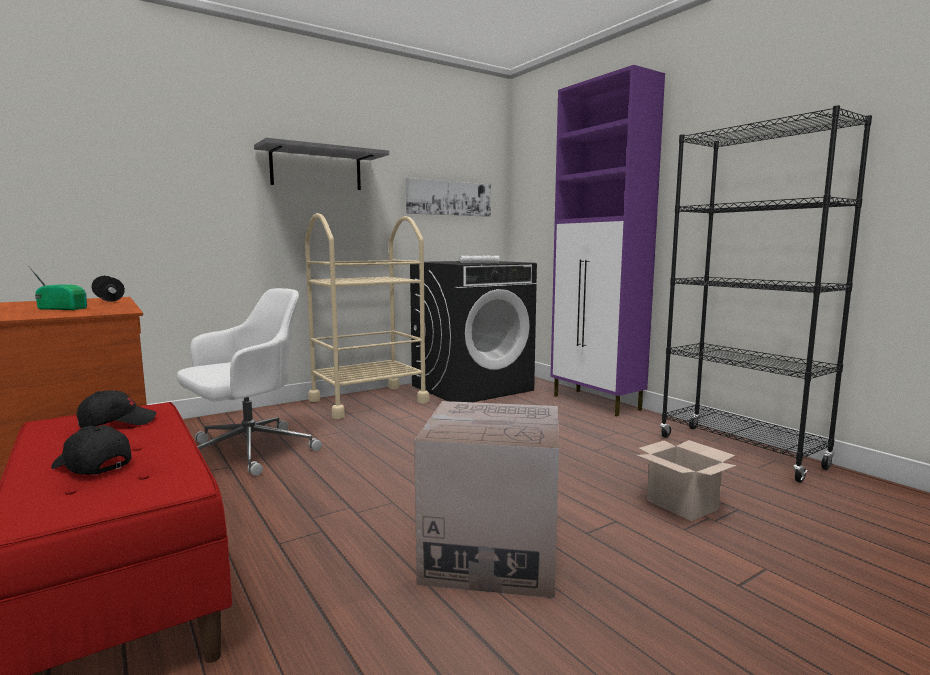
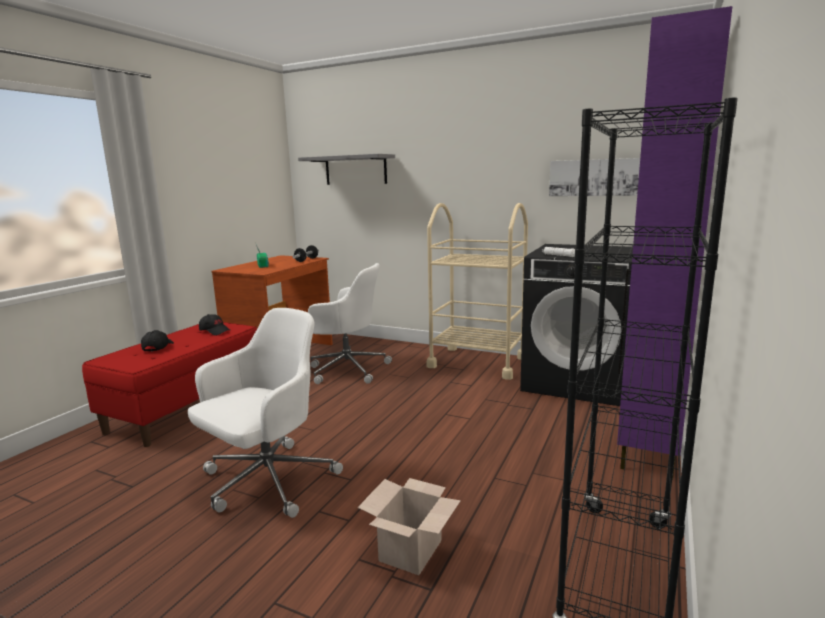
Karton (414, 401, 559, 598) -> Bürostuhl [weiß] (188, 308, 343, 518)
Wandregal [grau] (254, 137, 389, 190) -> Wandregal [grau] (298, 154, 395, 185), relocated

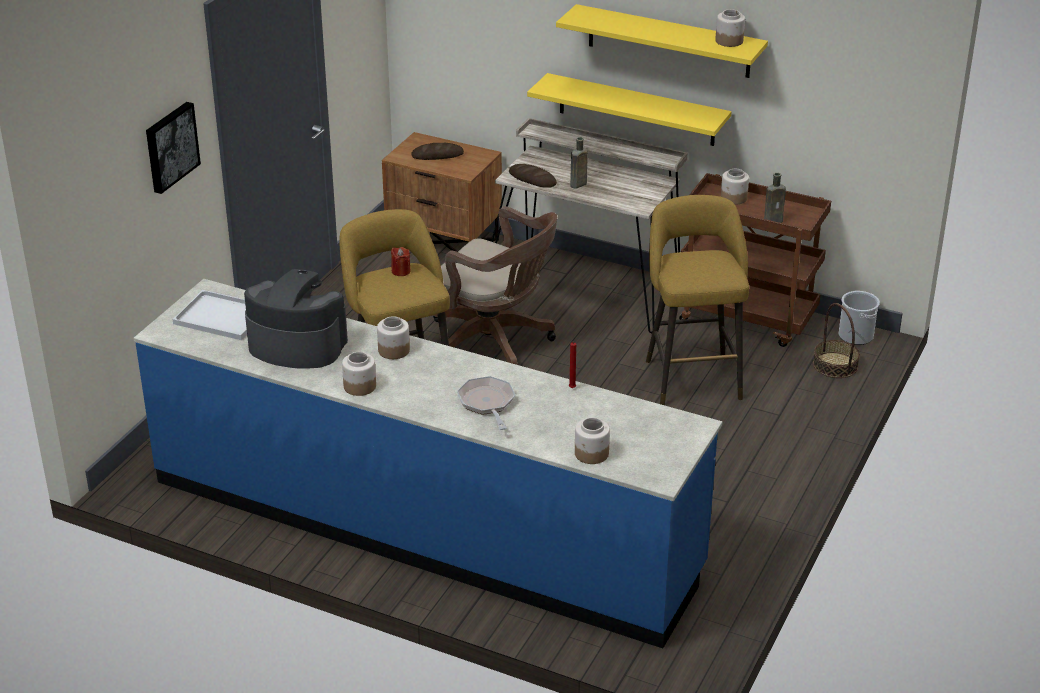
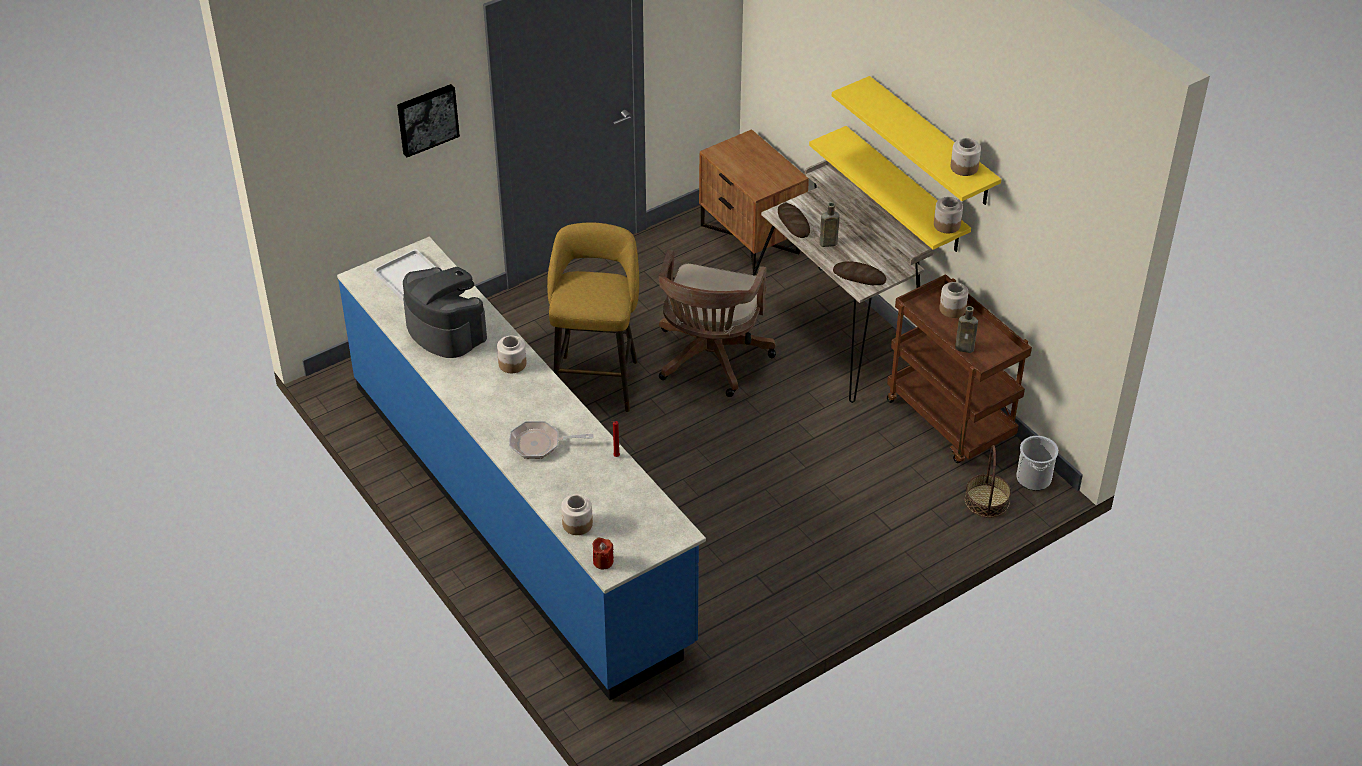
Pfanne (457, 376, 515, 430) -> Pfanne (509, 421, 593, 459), 105 degrees counterclockwise
Kerze [rot] (391, 247, 410, 276) -> Kerze [rot] (593, 537, 614, 569), relocated
Bürostuhl [braun] (432, 206, 557, 365) -> Bürostuhl [braun] (658, 249, 776, 397), 45 degrees clockwise
Brot (412, 143, 464, 160) -> Brot (833, 261, 886, 285), relocated
Vorratsglas (342, 352, 376, 396) -> Vorratsglas (934, 197, 963, 234), relocated
Hocker [gelb] (646, 195, 749, 405) -> none

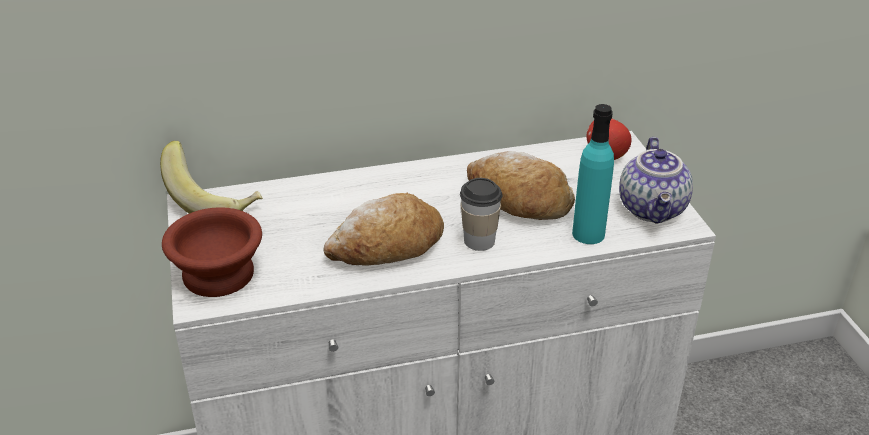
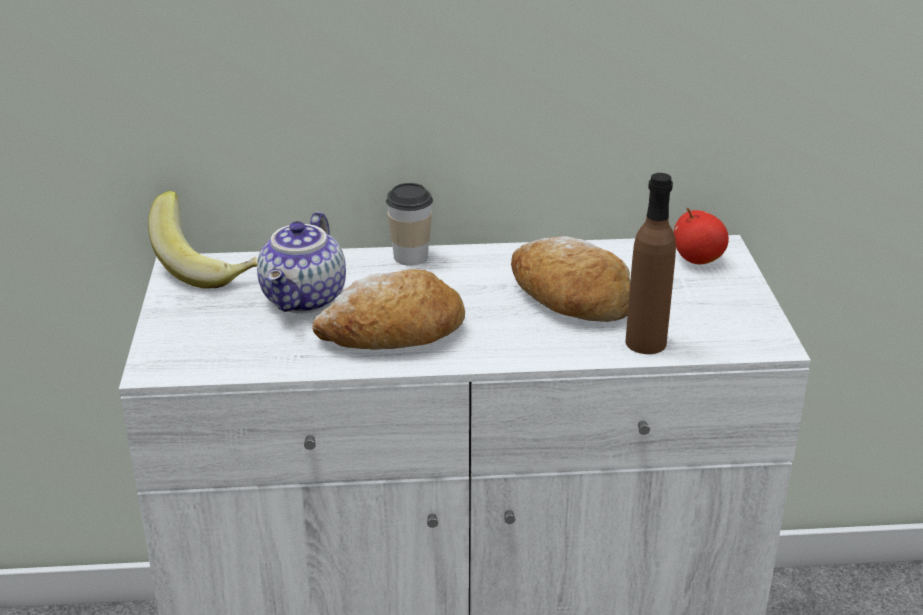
Teekanne (619, 137, 693, 224) -> Teekanne (257, 211, 346, 313), relocated
Tasse (460, 178, 502, 251) -> Tasse (386, 183, 433, 266), relocated
Flasche [türkis] (572, 104, 614, 244) -> Flasche [braun] (625, 173, 676, 354)
Schüssel [braun] (162, 207, 262, 297) -> none

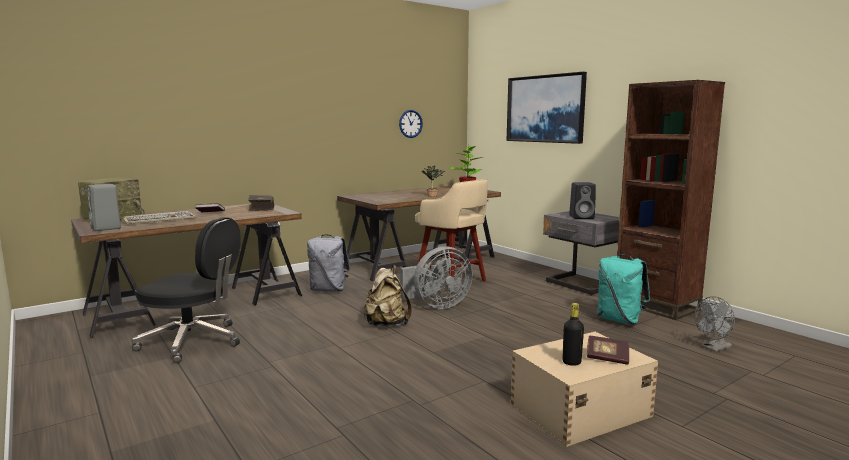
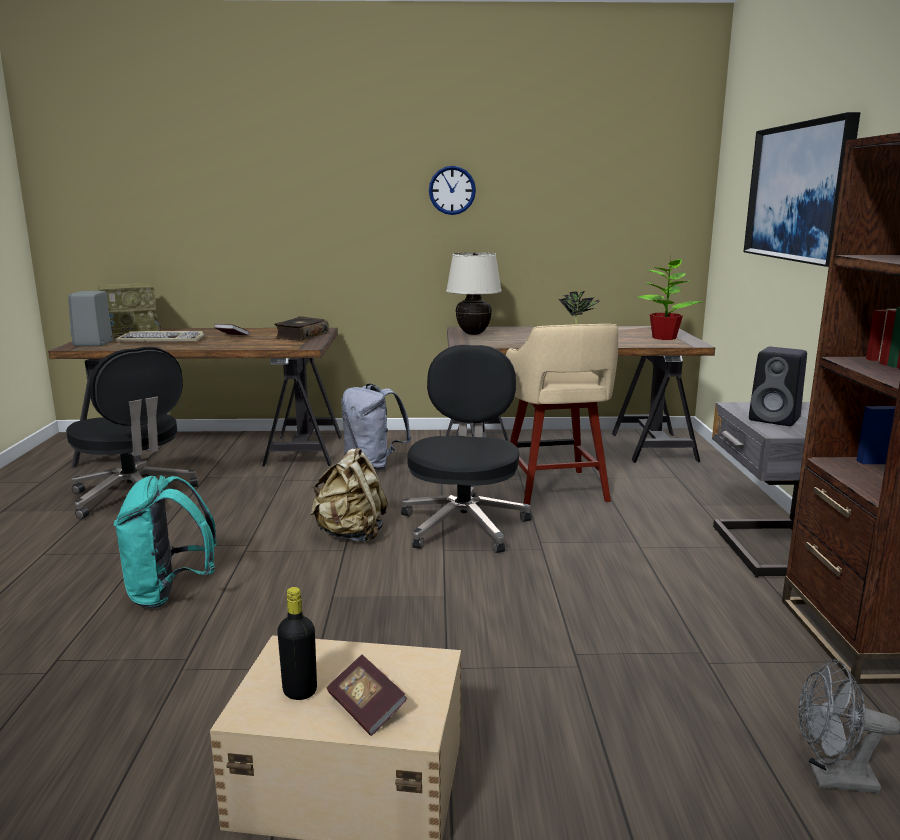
Rucksack [türkis] (597, 255, 650, 325) -> Rucksack [türkis] (114, 475, 217, 608), relocated
Ventilator [grau] (400, 246, 473, 309) -> Bürostuhl [schwarz] (401, 345, 532, 553)
Wanduhr (399, 110, 423, 138) -> Wanduhr (429, 166, 476, 215), relocated
none -> Tischlampe [beige] (446, 252, 502, 335)

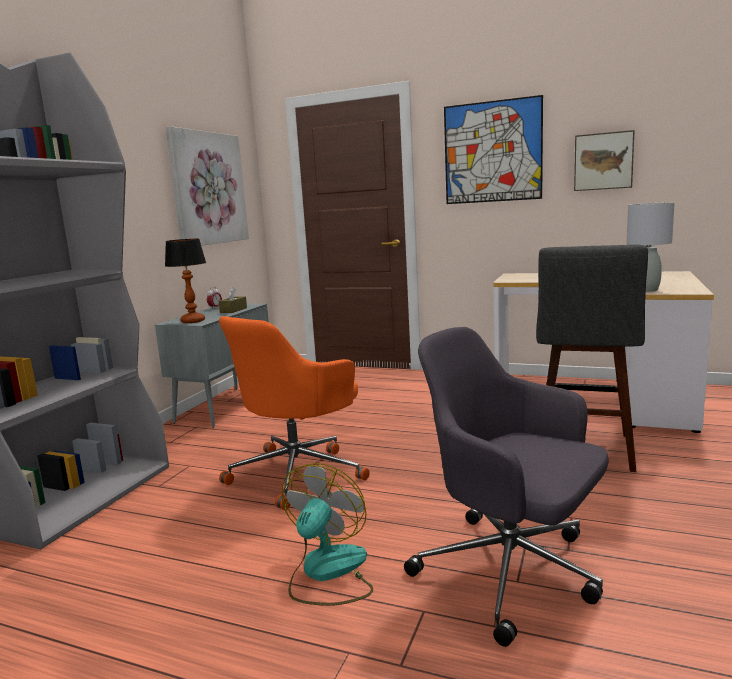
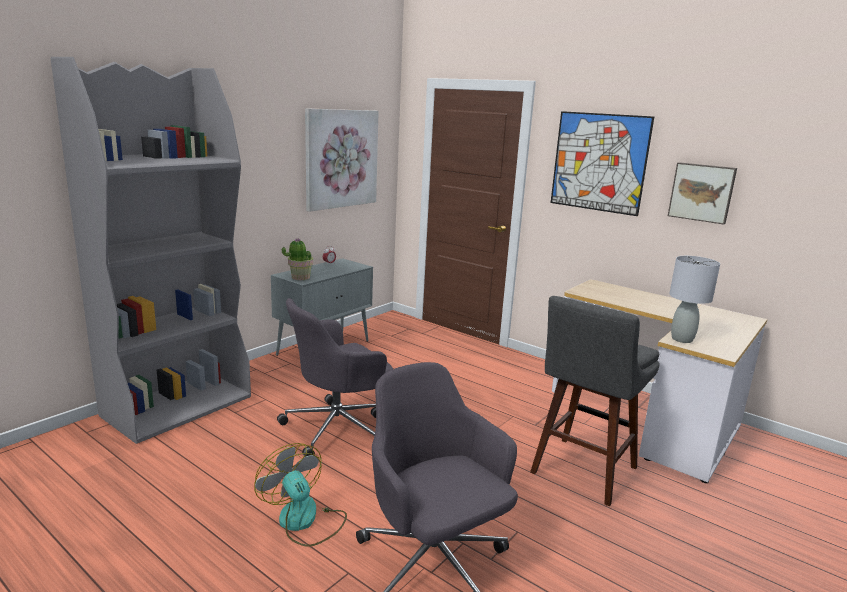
Ventilator (282, 463, 373, 606) -> Ventilator (254, 443, 347, 547), 75 degrees counterclockwise
Bürostuhl [orange] (219, 316, 370, 510) -> Bürostuhl [grau] (277, 298, 393, 457)
Tischlampe (165, 239, 206, 323) -> Topfpflanze (282, 238, 313, 280)
Taschentuchbox [braun] (219, 287, 247, 313) -> none

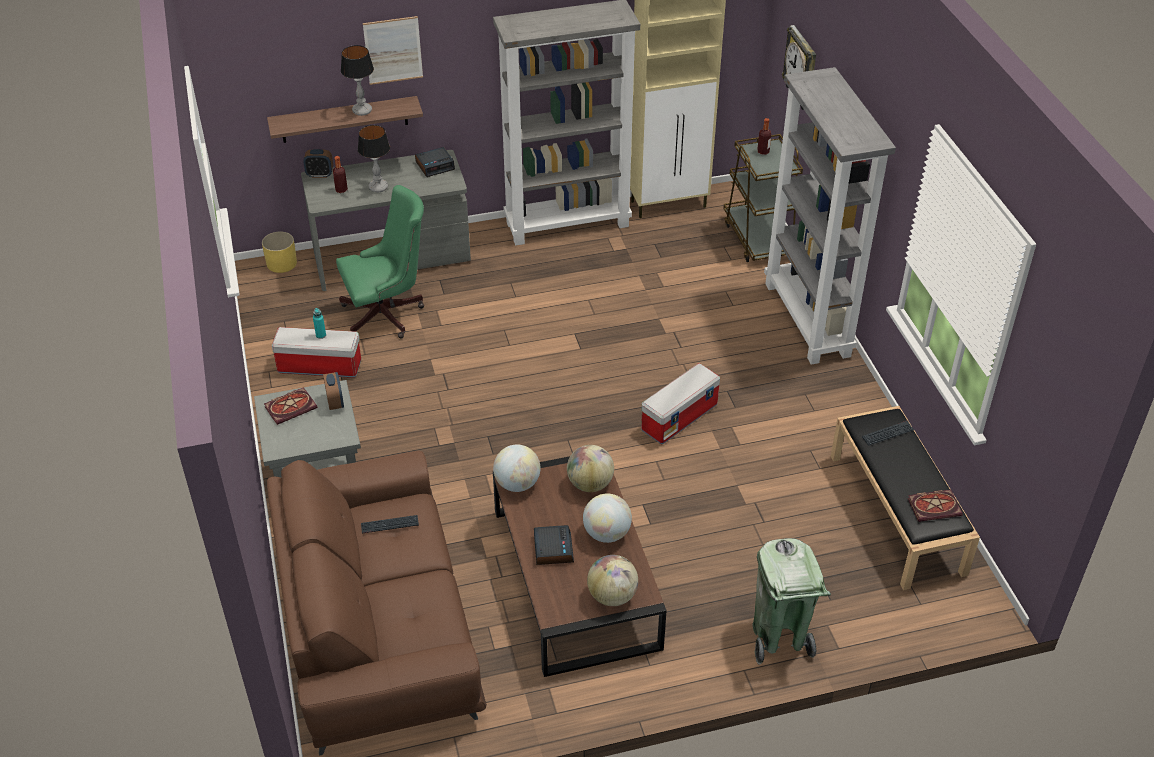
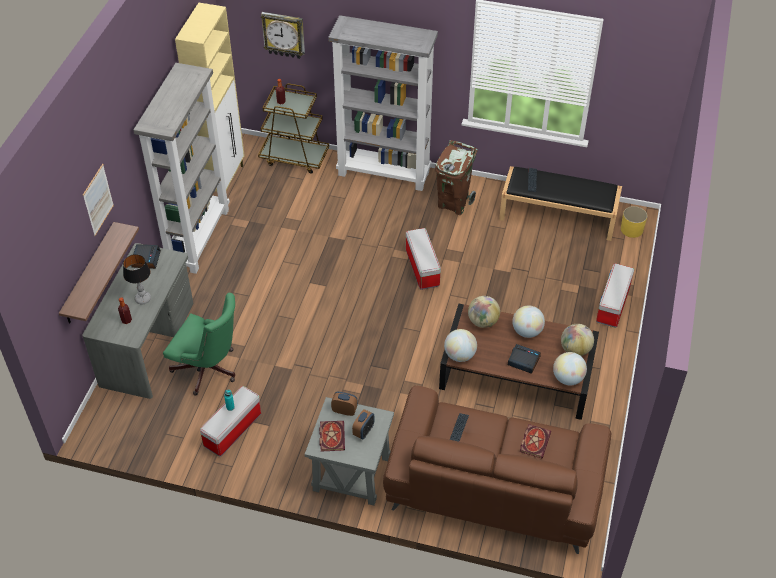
Bürostuhl [grün] (336, 185, 424, 339) -> Bürostuhl [grün] (163, 293, 235, 396), 105 degrees clockwise
Wecker (303, 149, 333, 178) -> Wecker (352, 409, 374, 439), relocated
none -> Mülleimer [braun] (435, 140, 478, 215)
Buch (908, 490, 963, 522) -> Buch (520, 424, 551, 458), relocated
none -> Globus (553, 352, 587, 385)
Mülleimer [grün] (752, 538, 831, 665) -> Aufbewahrungsbox (596, 263, 634, 328)
Pflanzkübel [gelb] (262, 231, 297, 273) -> Pflanzkübel [gelb] (621, 206, 647, 238), relocated
Tischlampe (341, 45, 374, 116) -> none

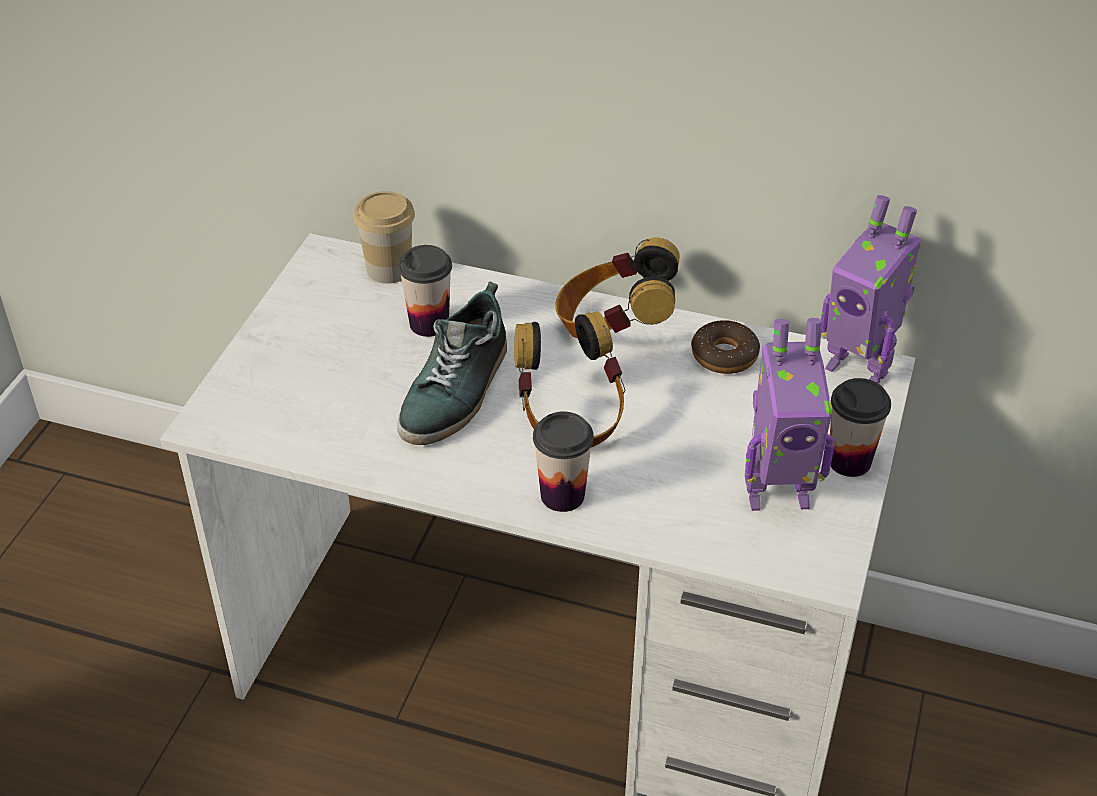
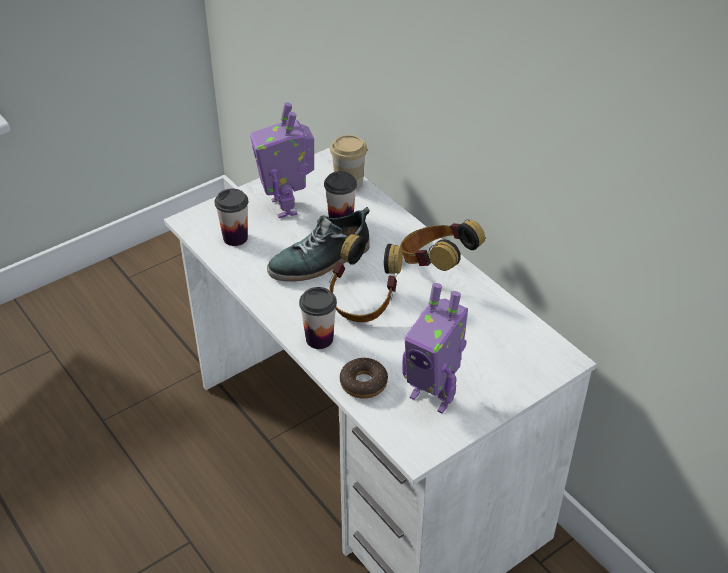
Tasse (830, 378, 891, 477) -> Tasse (215, 189, 248, 246), relocated
Spielzeugroboter (821, 195, 921, 384) -> Spielzeugroboter (250, 103, 314, 218), relocated
Donut (691, 320, 760, 374) -> Donut (340, 358, 388, 399), relocated

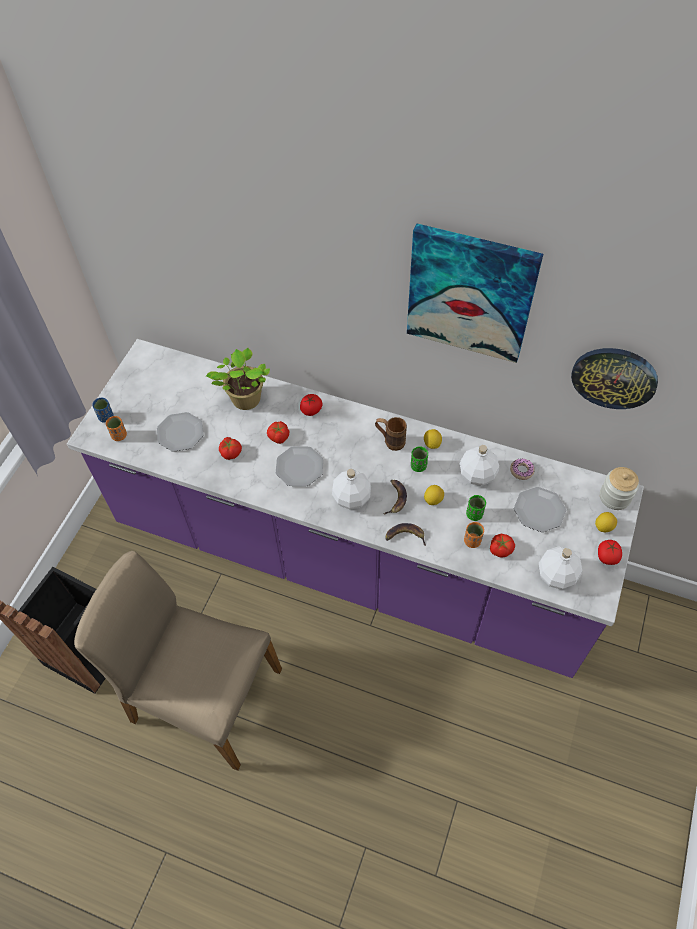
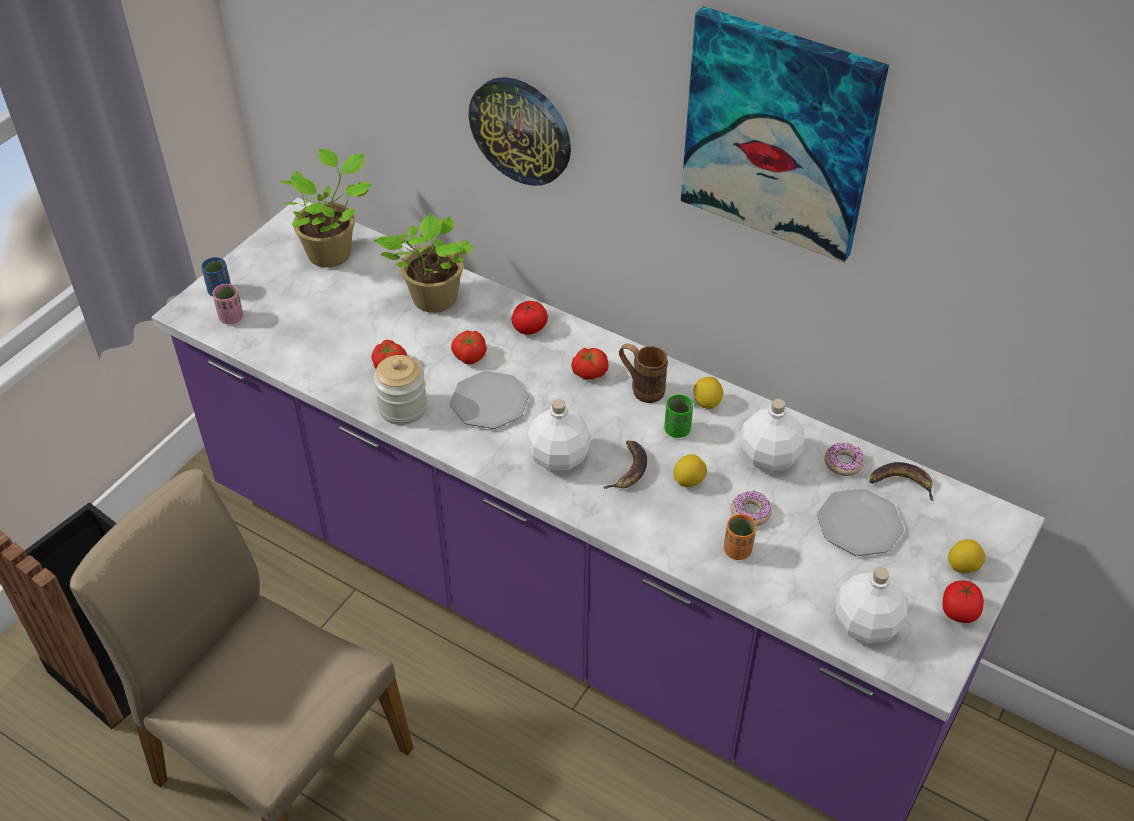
Tasse [orange] (106, 416, 127, 441) -> Tasse [rosa] (212, 284, 243, 324)
none -> Topfpflanze (280, 149, 372, 268)
Vorratsglas (600, 467, 639, 510) -> Vorratsglas (374, 355, 427, 425), relocated
Wanduhr (571, 348, 658, 409) -> Wanduhr (469, 77, 571, 186), relocated
Tomate (490, 534, 515, 557) -> Tomate (571, 348, 609, 380), relocated
Tasse [grün] (466, 495, 486, 521) -> Donut (731, 491, 772, 526)
Banane (385, 523, 426, 546) -> Banane (869, 462, 933, 501), relocated
Teller (157, 412, 204, 452) -> none

